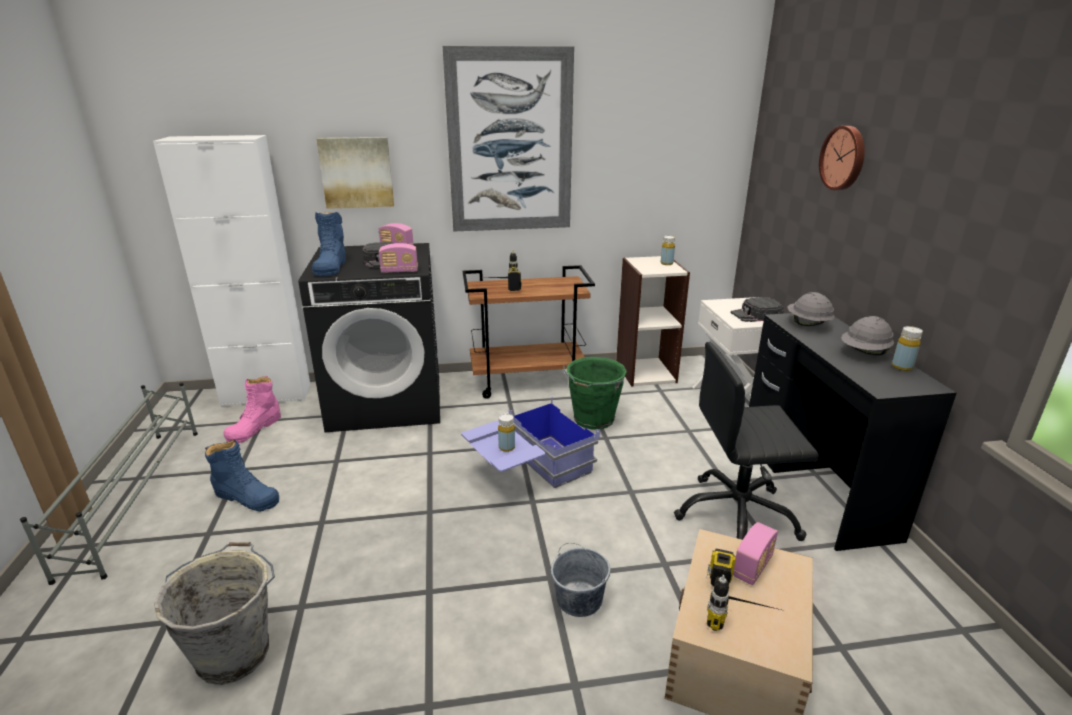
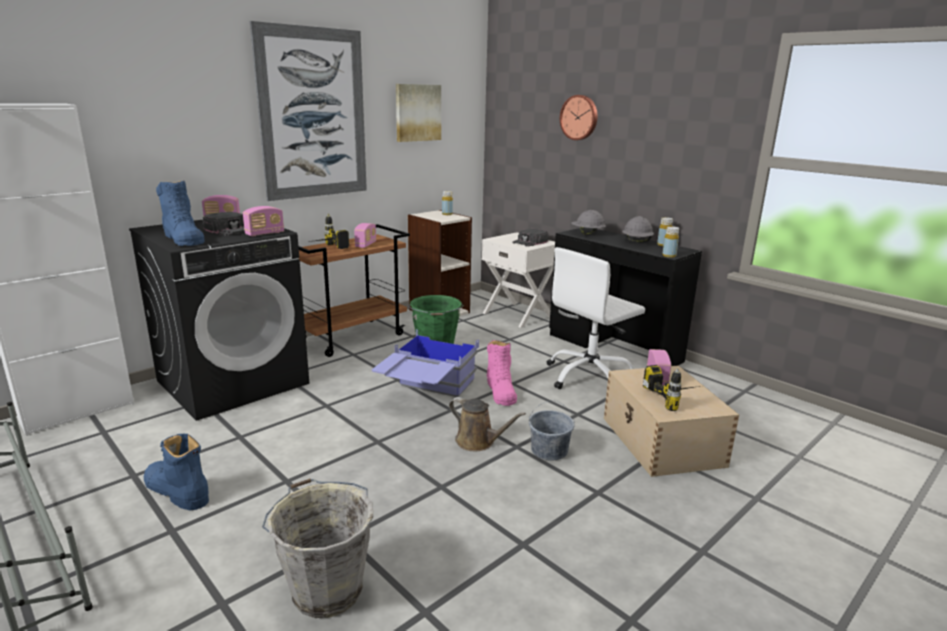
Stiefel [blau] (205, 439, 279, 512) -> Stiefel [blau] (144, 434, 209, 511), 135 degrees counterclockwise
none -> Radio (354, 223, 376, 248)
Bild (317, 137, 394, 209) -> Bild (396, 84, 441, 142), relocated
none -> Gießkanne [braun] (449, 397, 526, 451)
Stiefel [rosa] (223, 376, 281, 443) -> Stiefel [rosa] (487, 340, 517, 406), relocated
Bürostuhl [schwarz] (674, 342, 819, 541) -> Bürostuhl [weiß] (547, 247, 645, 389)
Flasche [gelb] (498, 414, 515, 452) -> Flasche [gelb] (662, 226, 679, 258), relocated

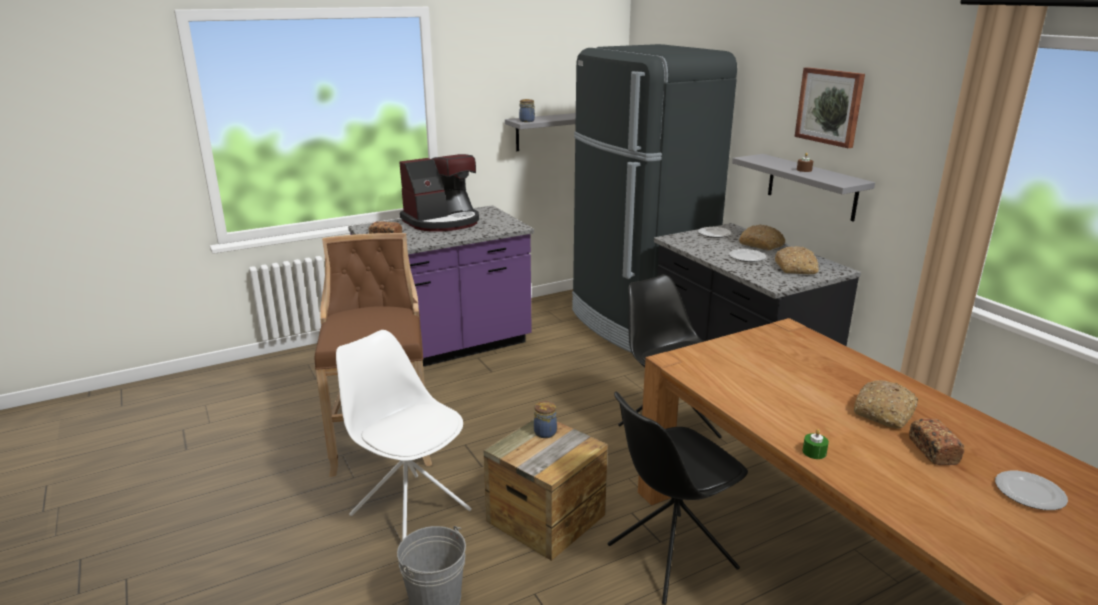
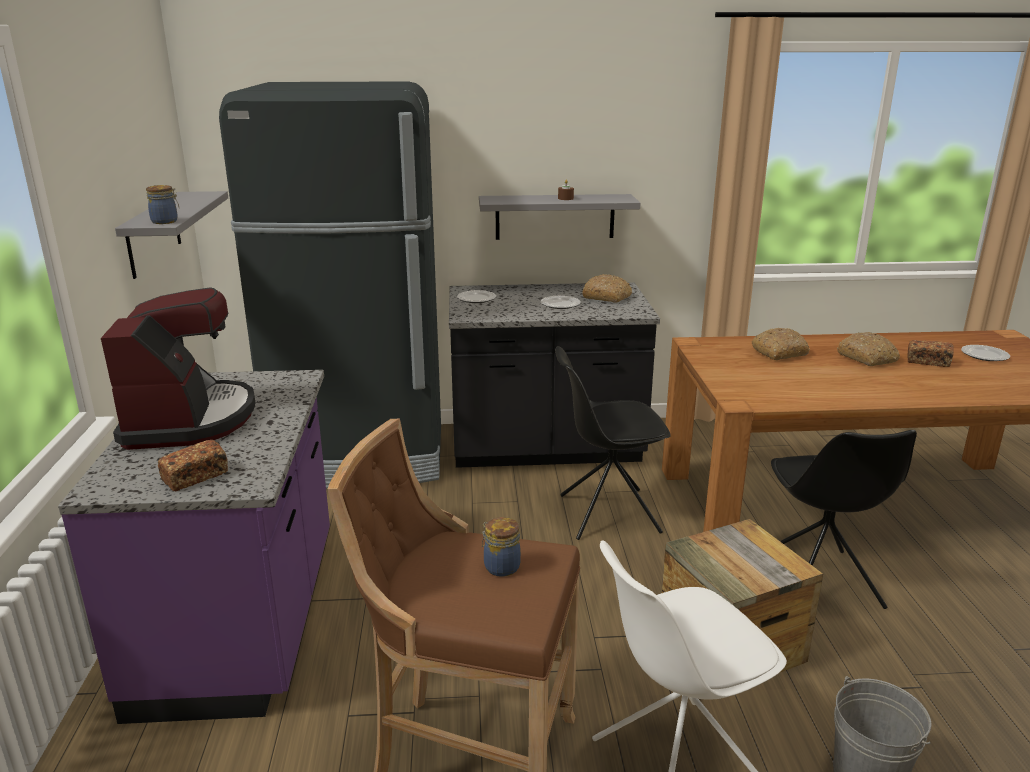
Vorratsglas (534, 401, 557, 438) -> Vorratsglas (482, 517, 521, 577), relocated
Brot (739, 224, 785, 251) -> Brot (752, 328, 810, 360), relocated
Bild (795, 67, 865, 148) -> none
Kerze [grün] (802, 429, 829, 459) -> none

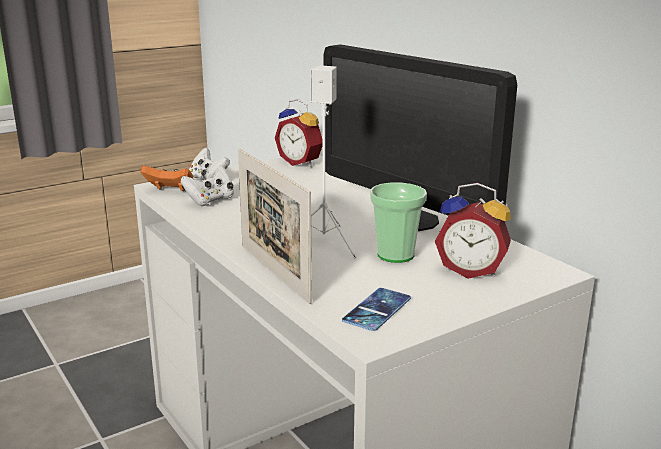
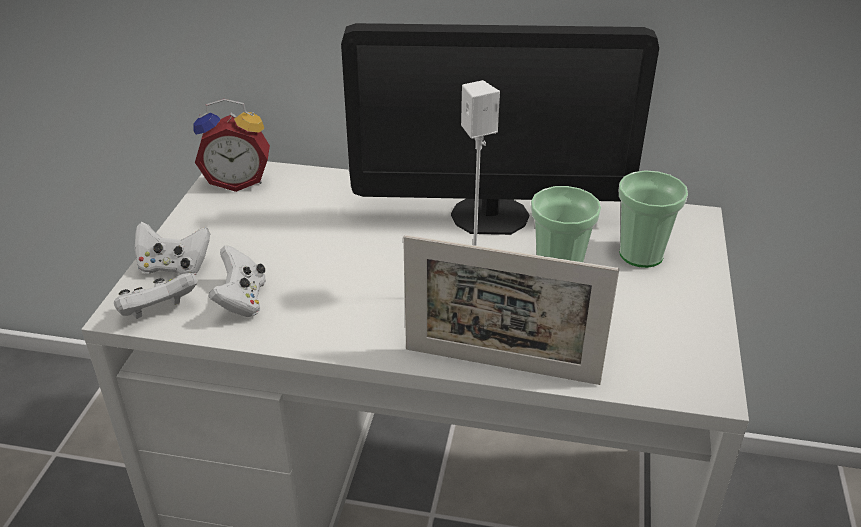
Gamepad [orange] (141, 165, 193, 191) -> Gamepad [weiß] (114, 273, 197, 319)
Wecker (435, 183, 511, 279) -> Tasse (619, 170, 688, 268)
Handy (342, 288, 411, 331) -> none

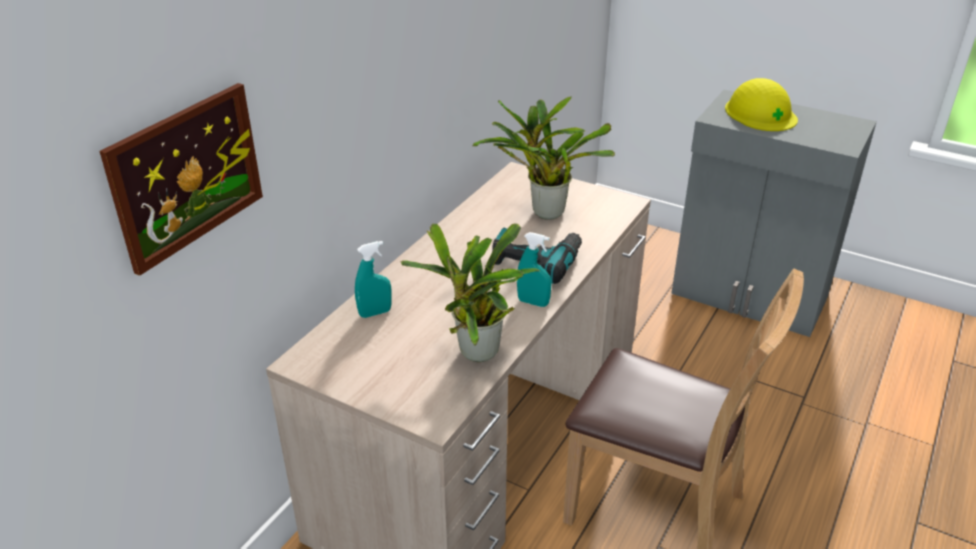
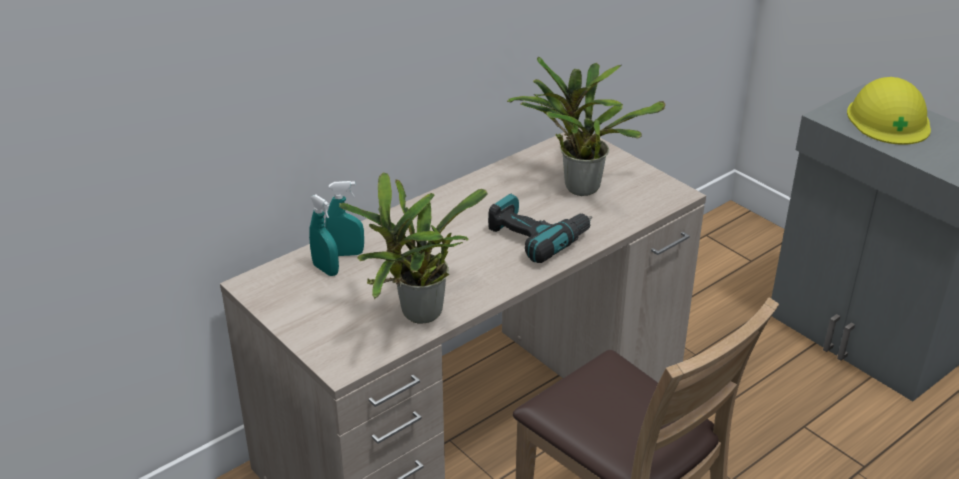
Sprühflasche [türkis] (517, 232, 552, 307) -> Sprühflasche [türkis] (309, 195, 339, 276), relocated
Bild (99, 83, 263, 276) -> none

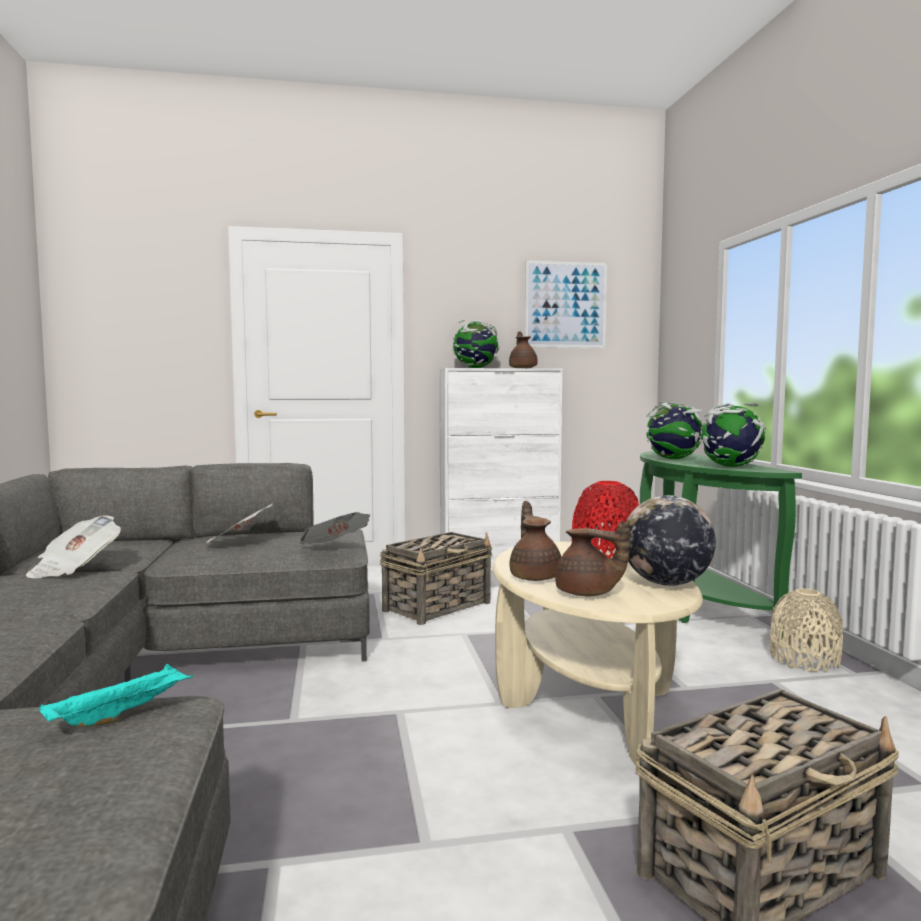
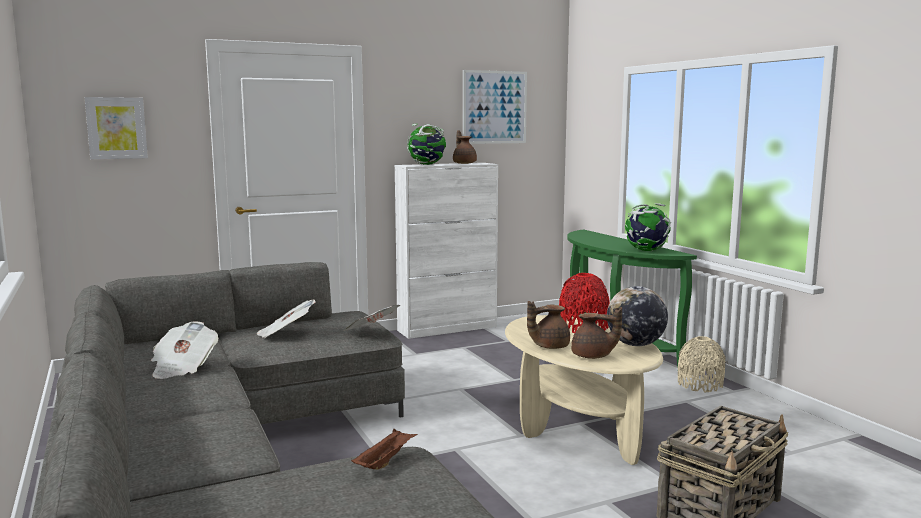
none -> Bild (85, 97, 148, 159)
Tablett [türkis] (38, 664, 193, 727) -> Tablett [braun] (351, 428, 418, 470)
Teekanne [braun] (509, 501, 561, 581) -> Teekanne [braun] (527, 301, 570, 349), 90 degrees counterclockwise
Korb (380, 532, 492, 625) -> none
Globus (646, 402, 702, 459) -> none

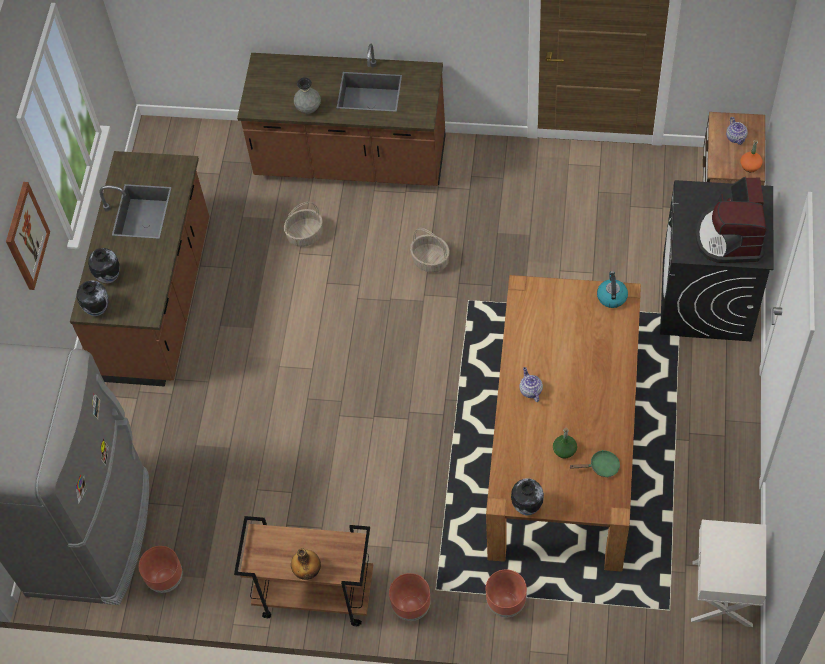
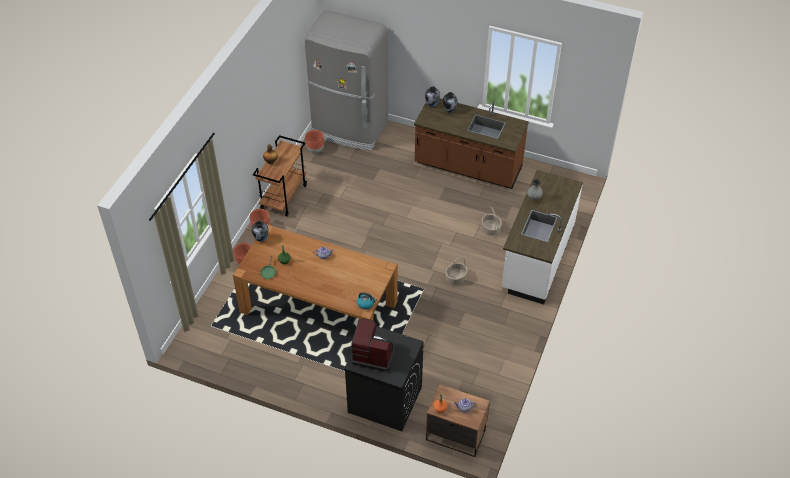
Küchenzeile [braun] (237, 44, 446, 186) -> Küchenzeile [weiß] (502, 170, 583, 304)
Bild (6, 182, 50, 290) -> none
Nachttisch [weiß] (691, 520, 766, 627) -> none

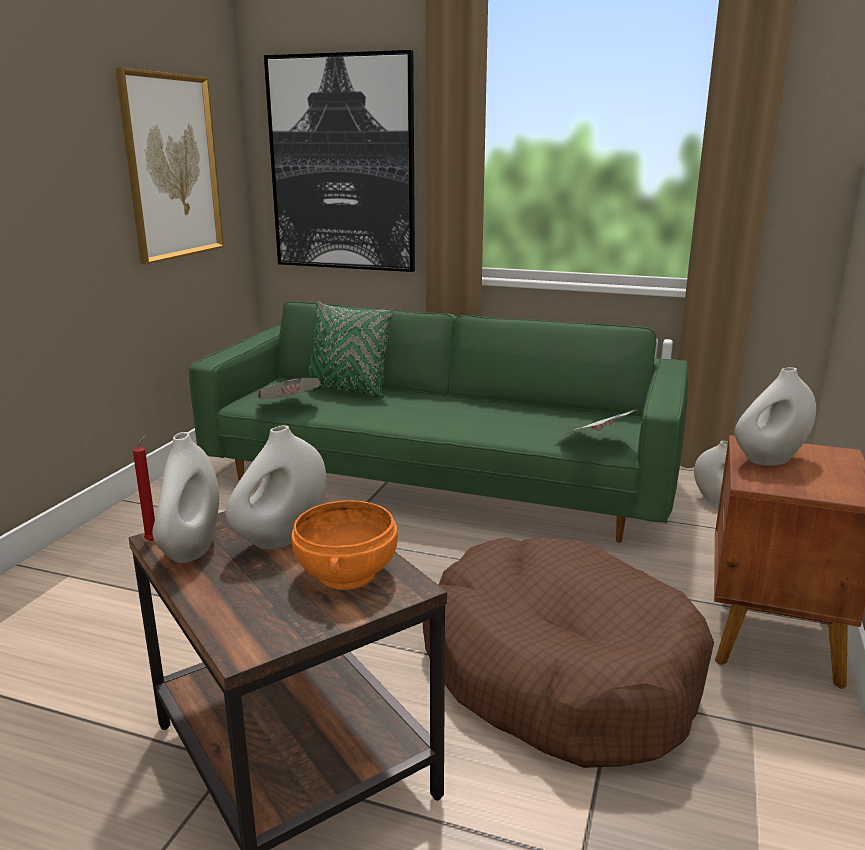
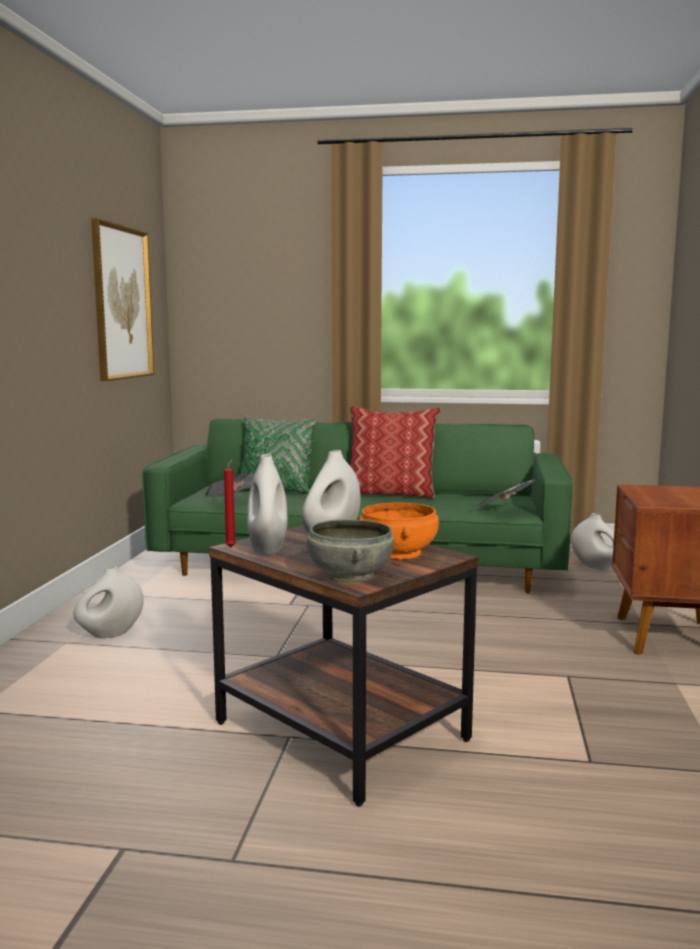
Vase [weiß] (735, 367, 816, 466) -> Vase [weiß] (73, 566, 144, 639), relocated
none -> Schüssel [grau] (307, 519, 394, 583)
none -> Kissen (350, 406, 441, 499)
Bild (264, 50, 415, 272) -> none
Hundebett [braun] (423, 537, 714, 768) -> none

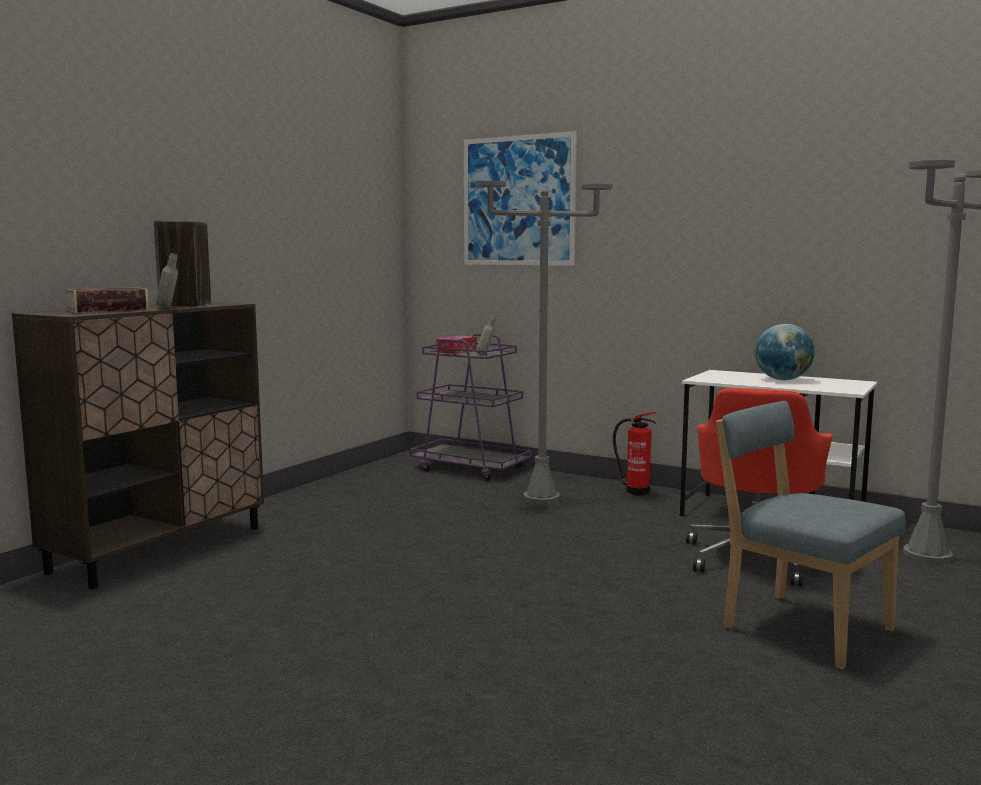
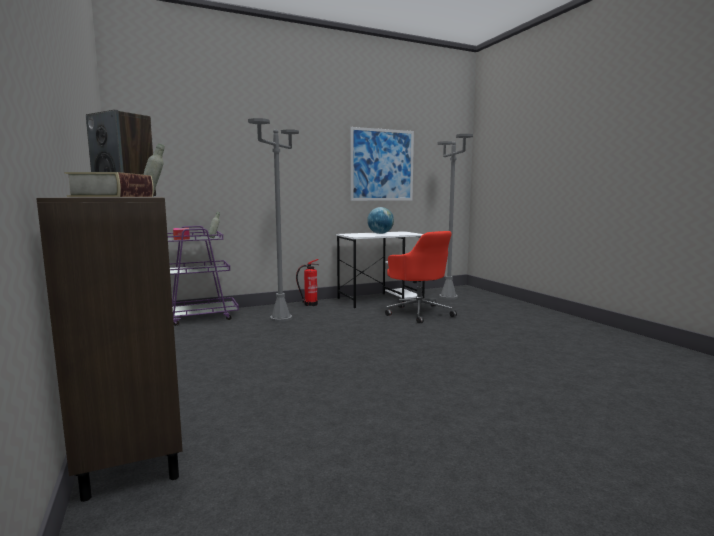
Bild (464, 131, 577, 266) -> Bild (350, 127, 414, 201), relocated
Stuhl [blau] (716, 401, 905, 669) -> none

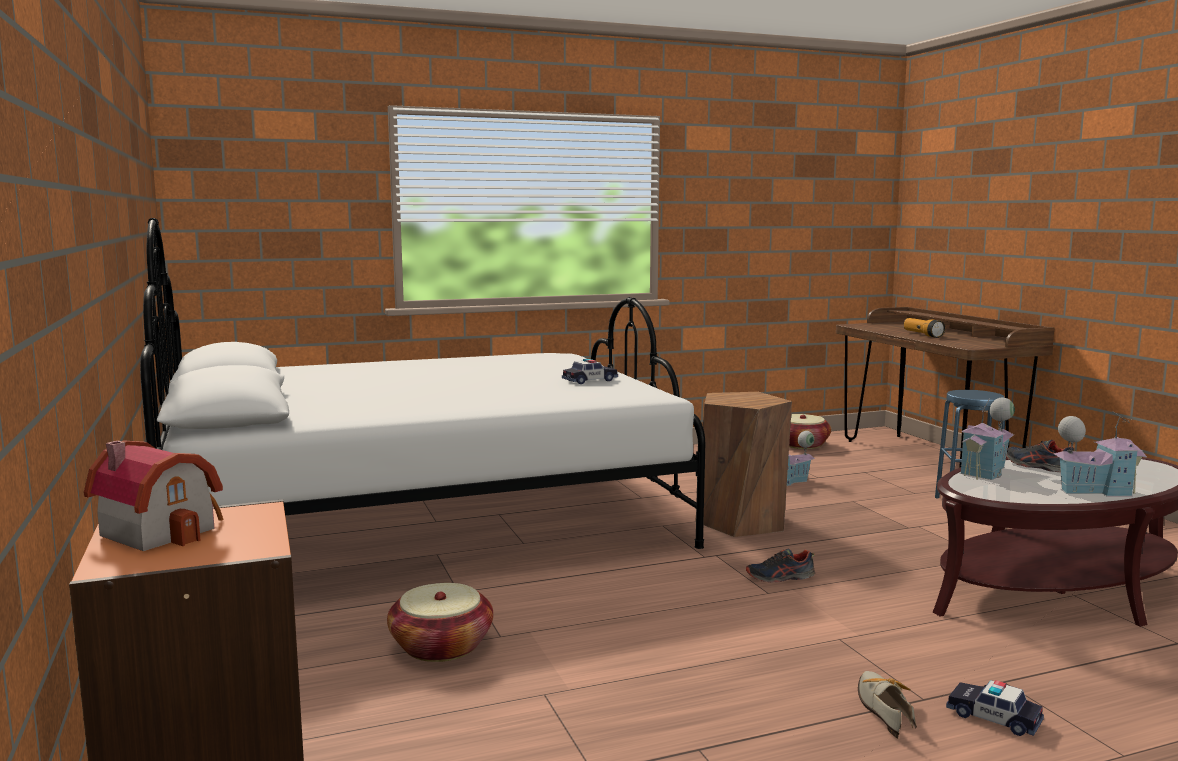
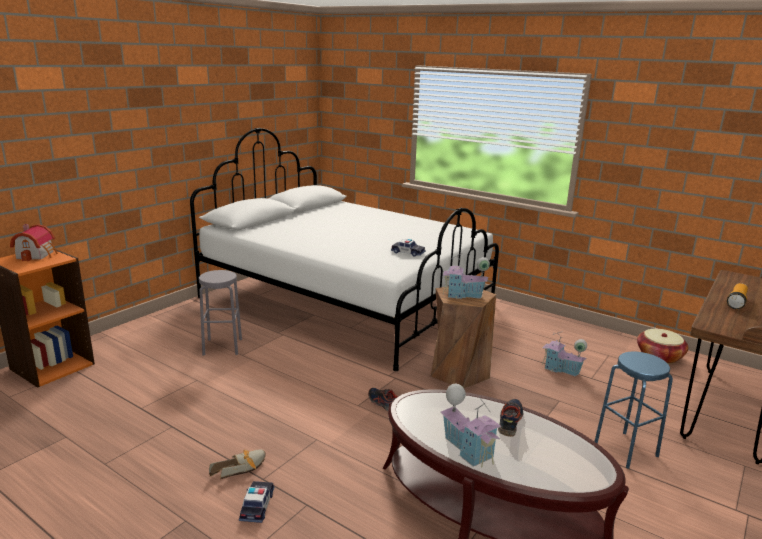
Korb (387, 583, 493, 662) -> Hocker [grau] (199, 270, 242, 356)
Spielzeughaus (960, 398, 1015, 480) -> Spielzeughaus (442, 254, 490, 299), relocated

